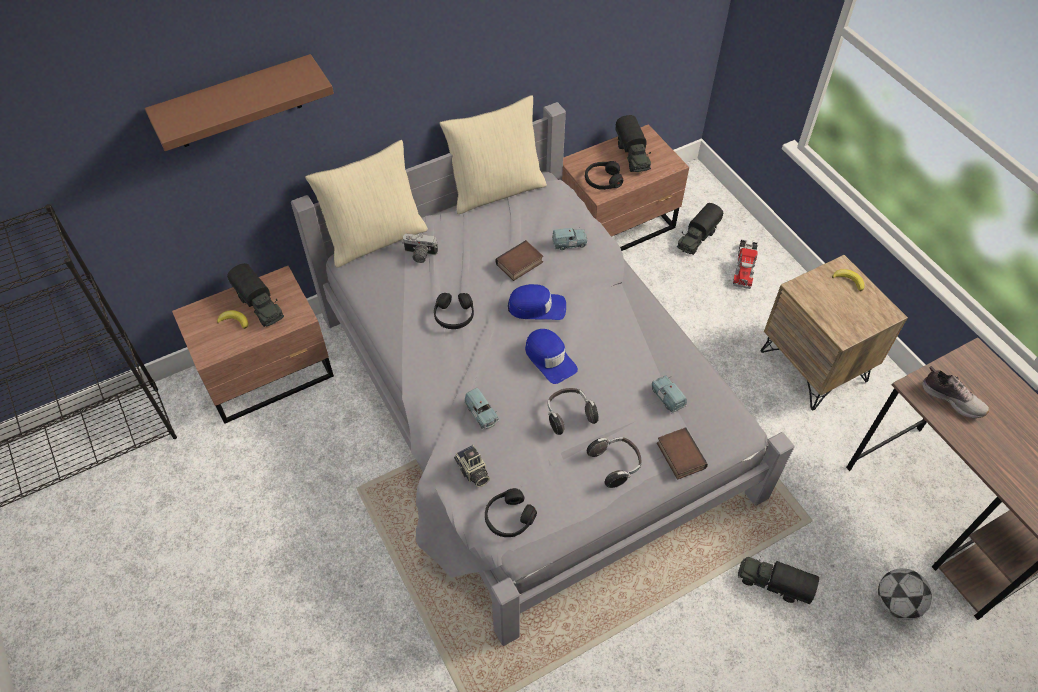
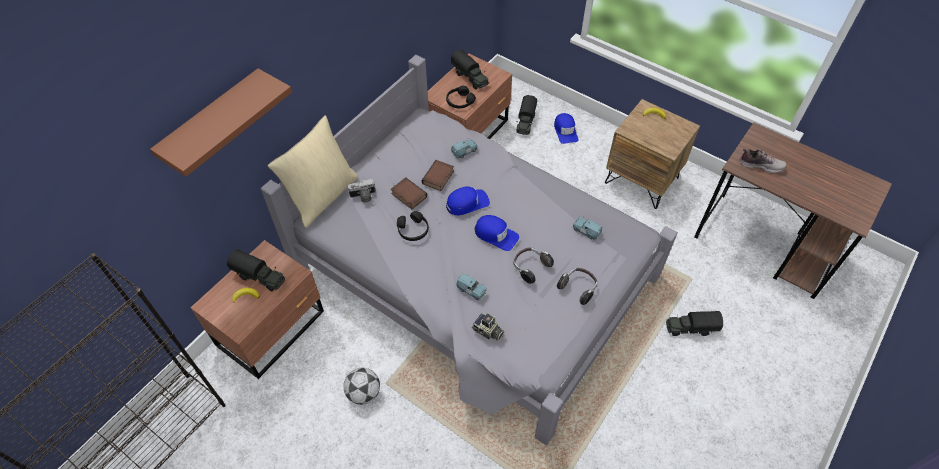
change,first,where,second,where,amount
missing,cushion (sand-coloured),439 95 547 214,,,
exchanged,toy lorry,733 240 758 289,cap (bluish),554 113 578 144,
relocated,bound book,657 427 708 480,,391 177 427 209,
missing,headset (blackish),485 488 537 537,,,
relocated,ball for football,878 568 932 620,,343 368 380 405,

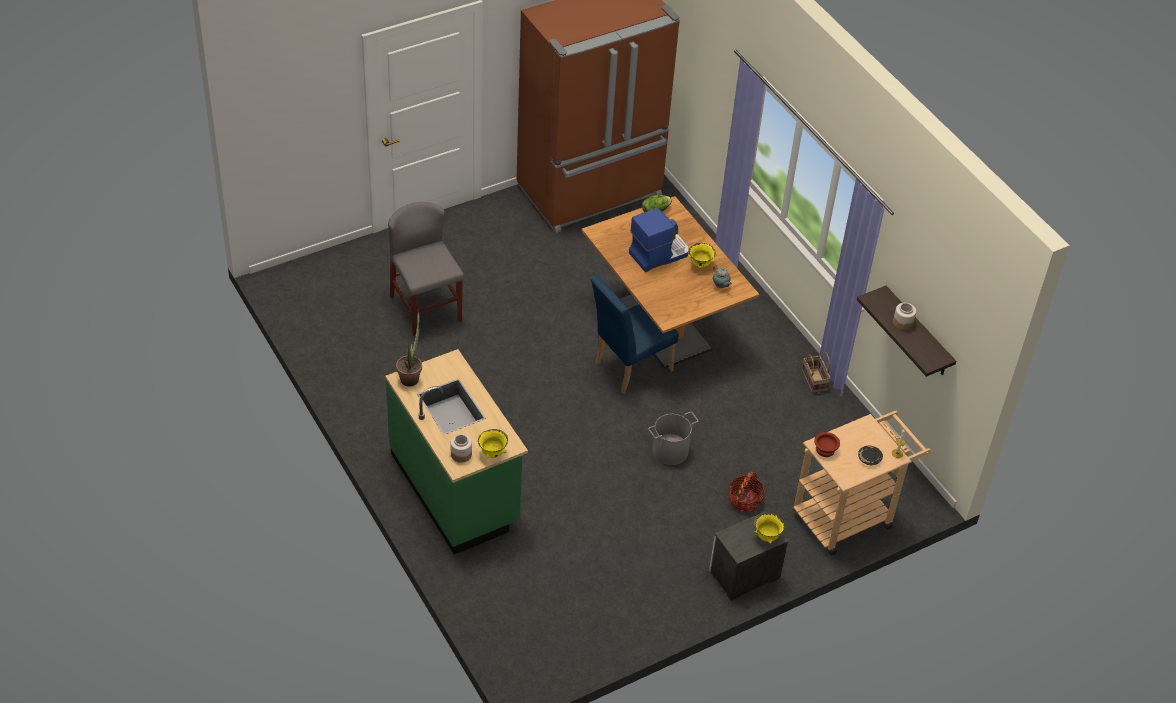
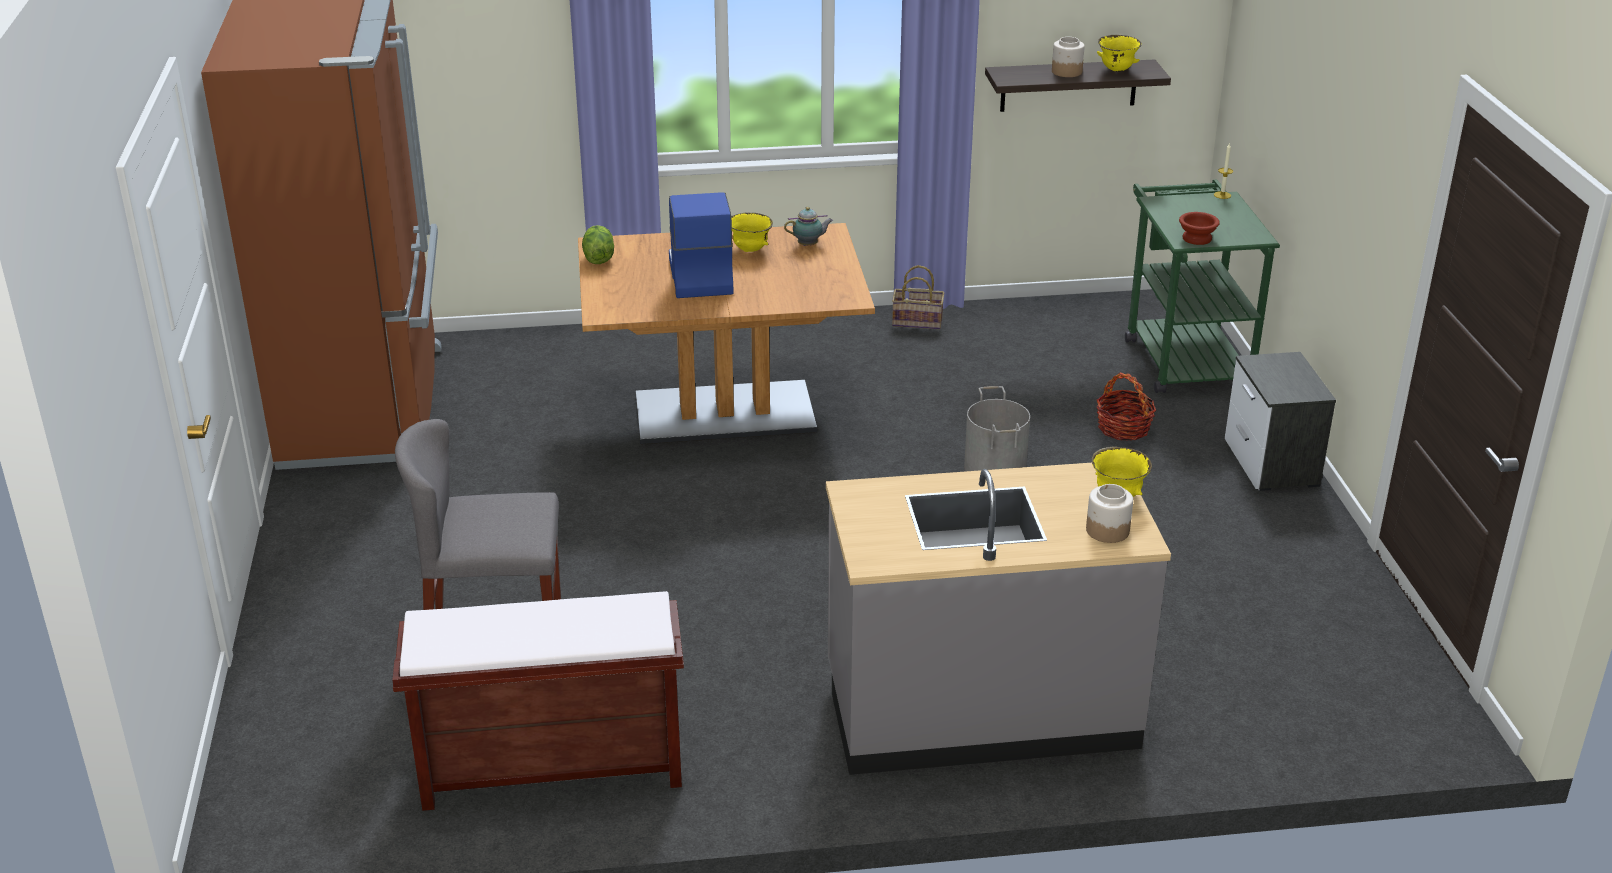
change,first,where,second,where,amount
missing,upright chair (bluish),591 275 679 394,,,
missing,plant in a pot,396 312 422 387,,,
colour,counter (green-coloured),385 349 528 555,counter (grey),826 463 1171 775,
colour,cart (sand-coloured),793 411 931 555,cart (green-coloured),1125 180 1280 393,
missing,plate (blackish),858 446 883 465,,,
relocated,bowl (yellow-coloured),754 513 785 544,,1097 35 1142 72,
appeared,,,long seat (brown-coloured),392 591 684 811,

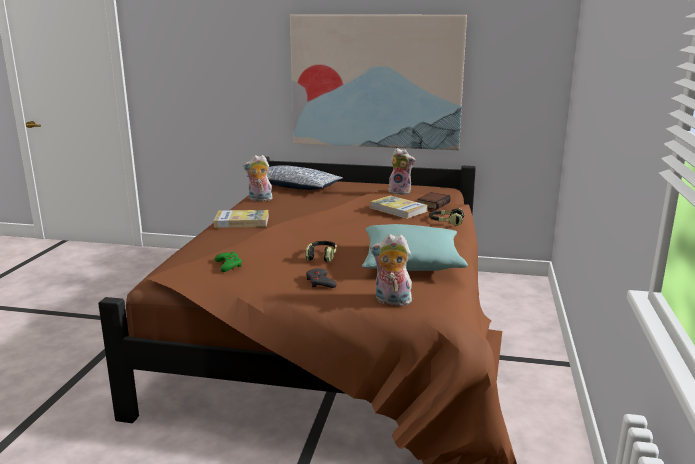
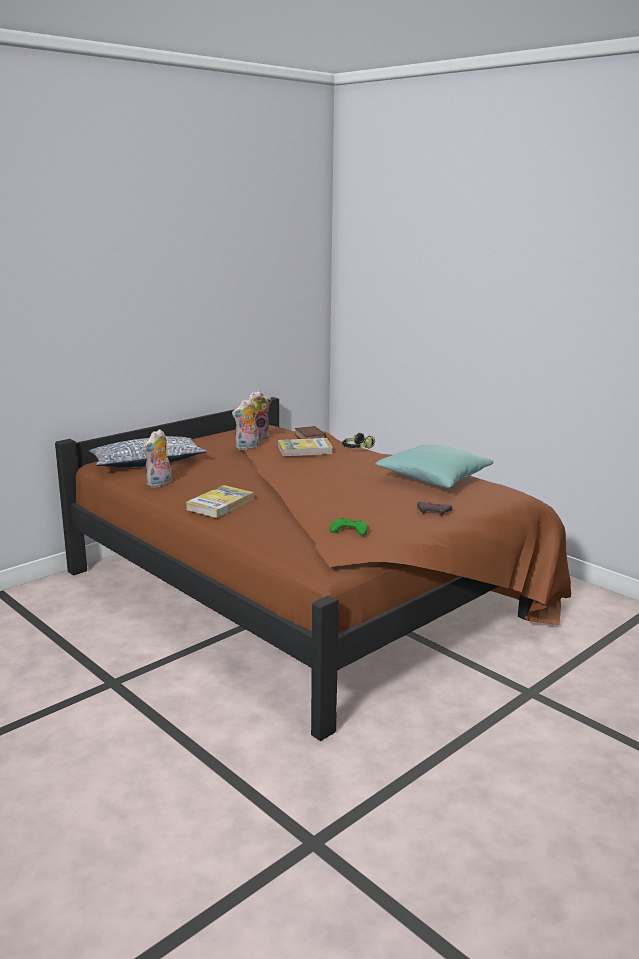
change,first,where,second,where,amount
missing,wall picture,290 14 467 150,,,
relocated,cuddly toy,370 234 412 306,,232 398 259 450,
missing,headset,305 241 337 262,,,

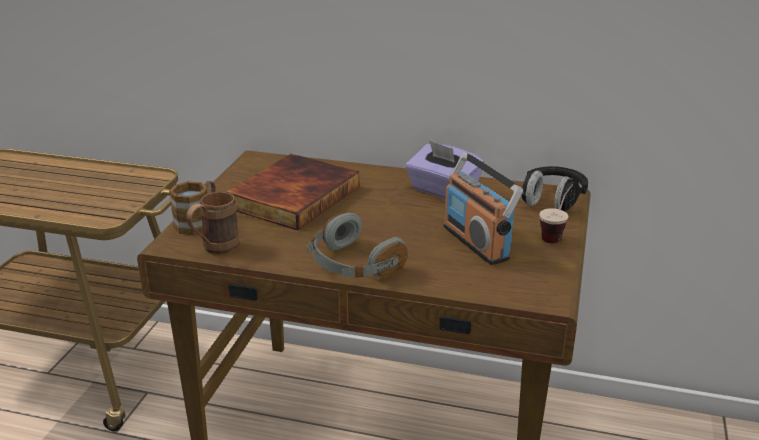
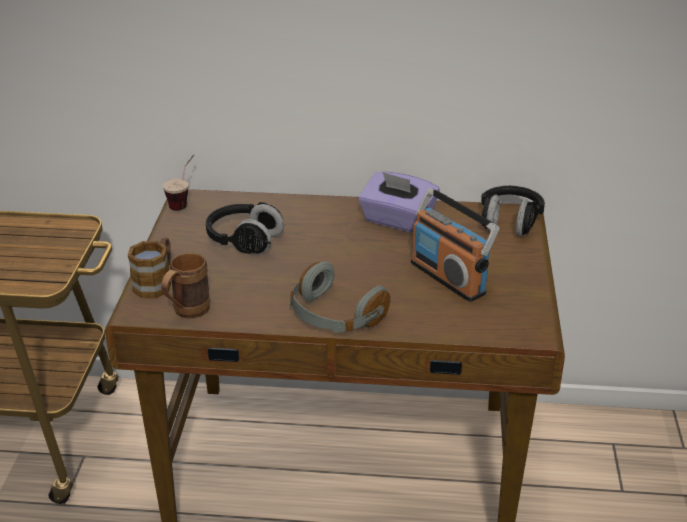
change,first,where,second,where,amount
exchanged,bound book,226 154 359 231,headset (blackish),206 202 284 254,
relocated,cup,539 184 573 243,,163 155 194 211,

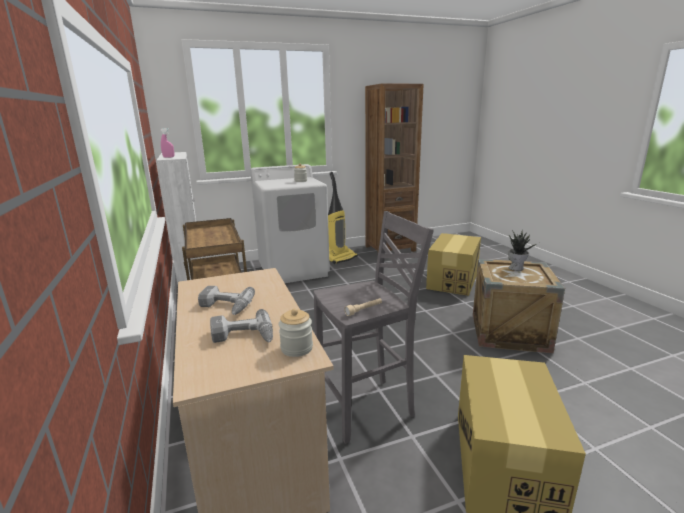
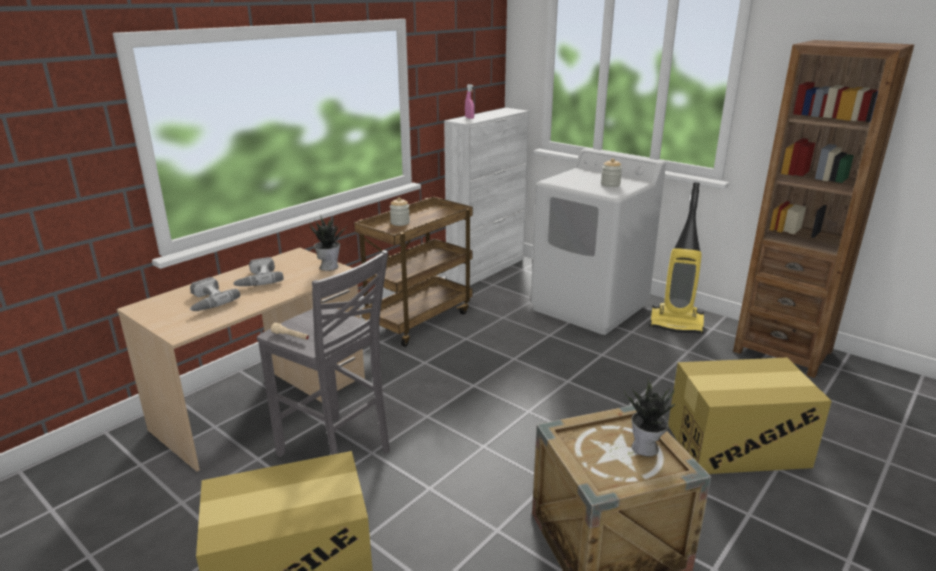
change,first,where,second,where,amount
relocated,preserve jar,278 309 313 357,,390 198 410 226,
appeared,,,plant in a pot,309 217 347 271,

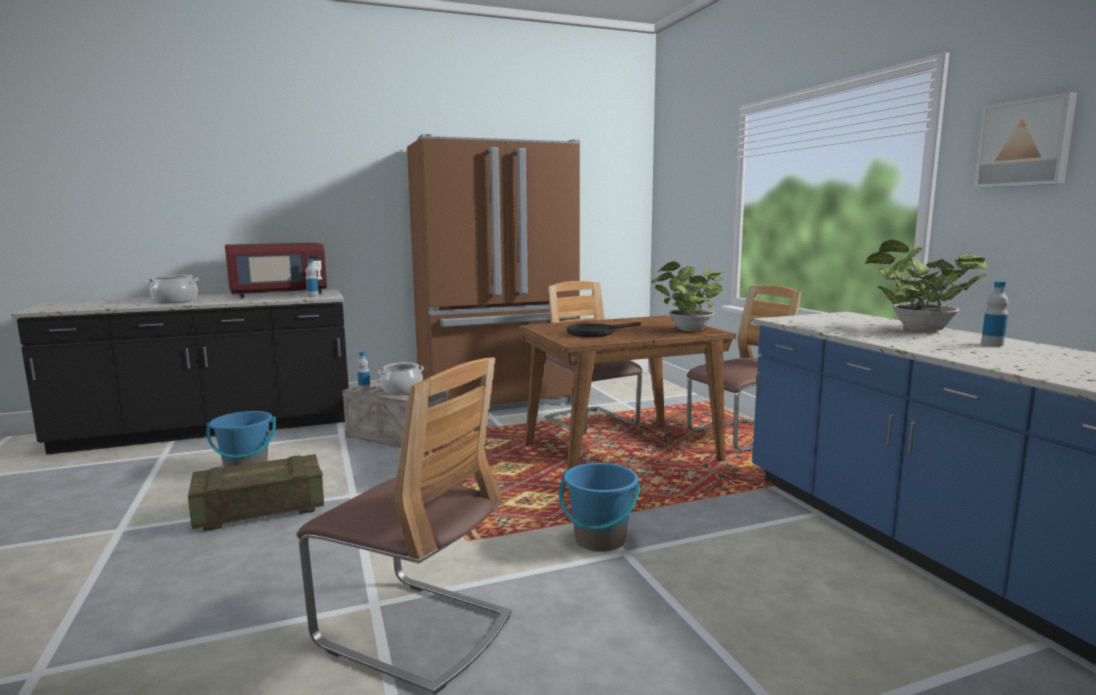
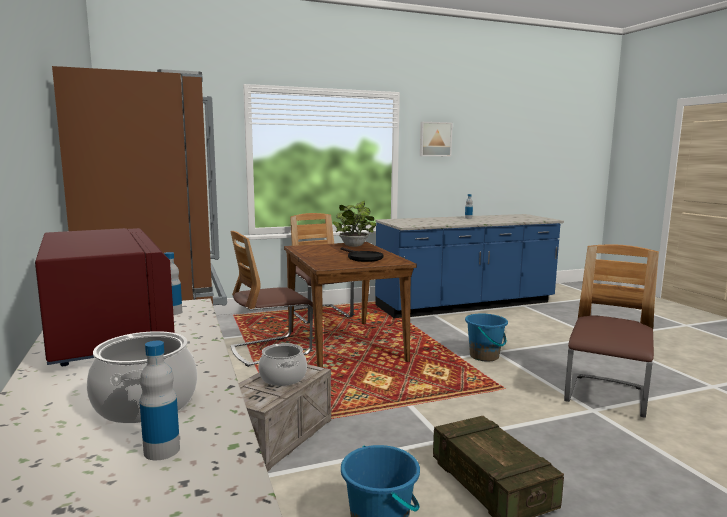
change,first,where,second,where,amount
missing,plant in a pot,865 239 989 332,,,
relocated,drink bottle,357 351 371 391,,140 341 180 460,

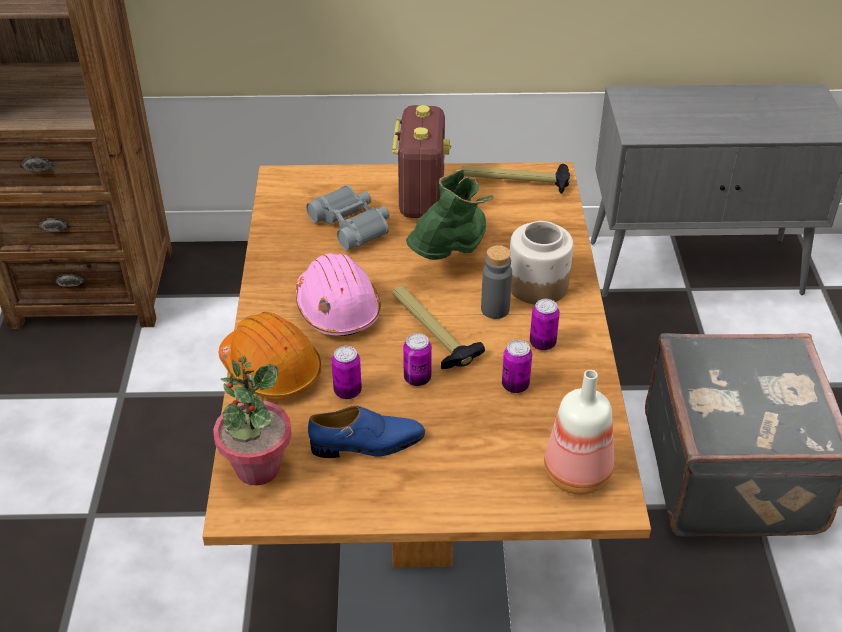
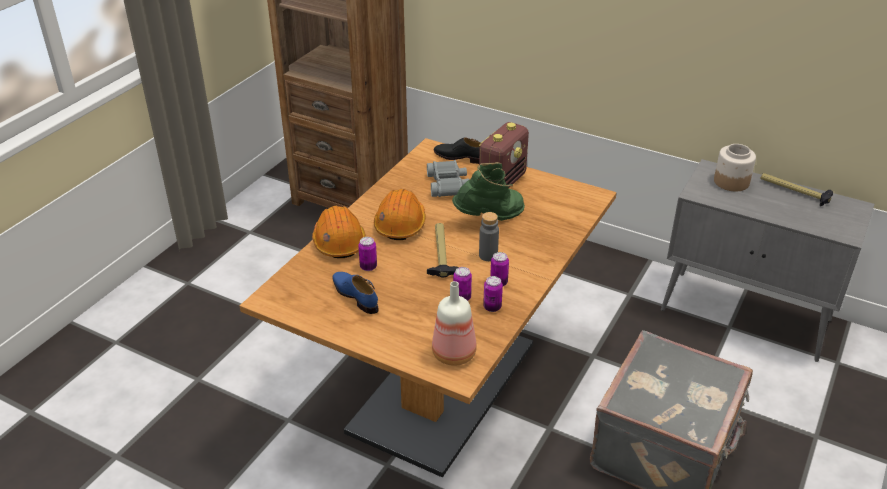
change,first,where,second,where,amount
relocated,tool hammer,462 164 570 194,,760 173 833 206,
relocated,preserve jar,510 221 573 305,,714 144 756 192,
colour,work helmet (pinkish),296 253 381 336,work helmet (orangey),374 189 426 240,
relocated,can,403 333 432 386,,483 276 503 312,
missing,plant in a pot,213 356 292 485,,,
spun,low shoe (bluish),308 406 425 458,,332 272 379 314,150 degrees counterclockwise
appeared,,,low shoe (blackish),434 137 481 164,

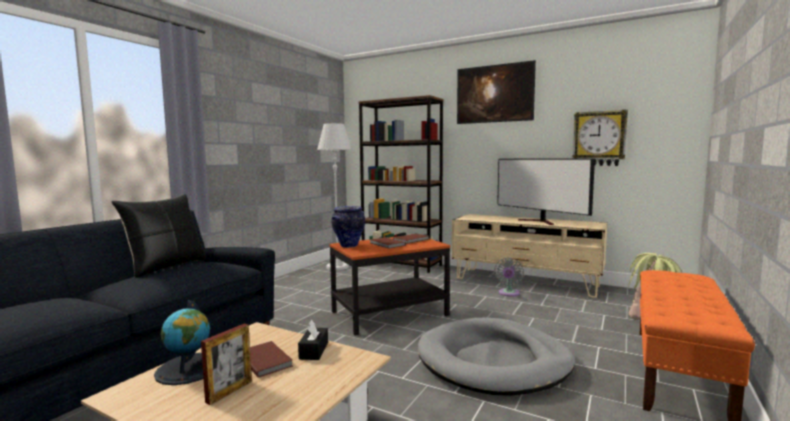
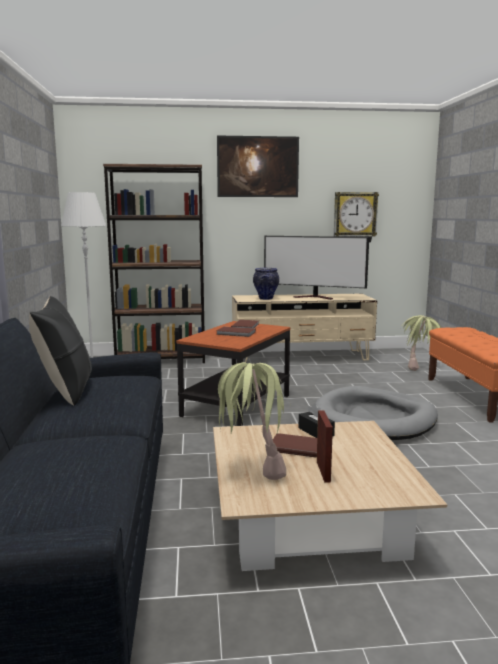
change,first,where,second,where,amount
relocated,vase,331 206 365 248,,253 268 279 300,
missing,fan (grey),494 258 524 297,,,
exchanged,desk globe,154 300 210 385,plant in a pot,218 362 286 480,

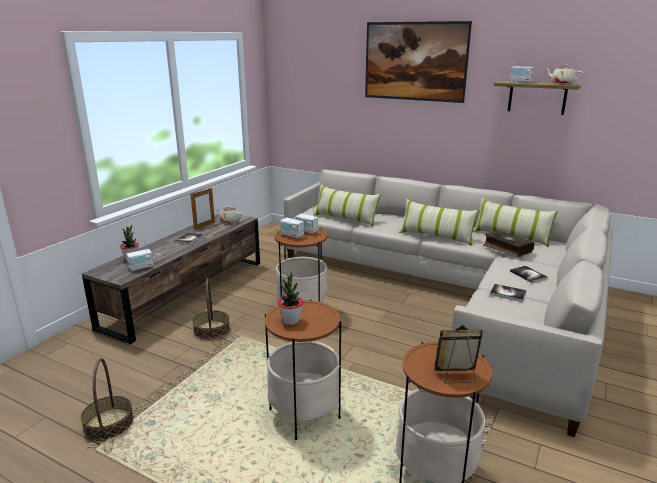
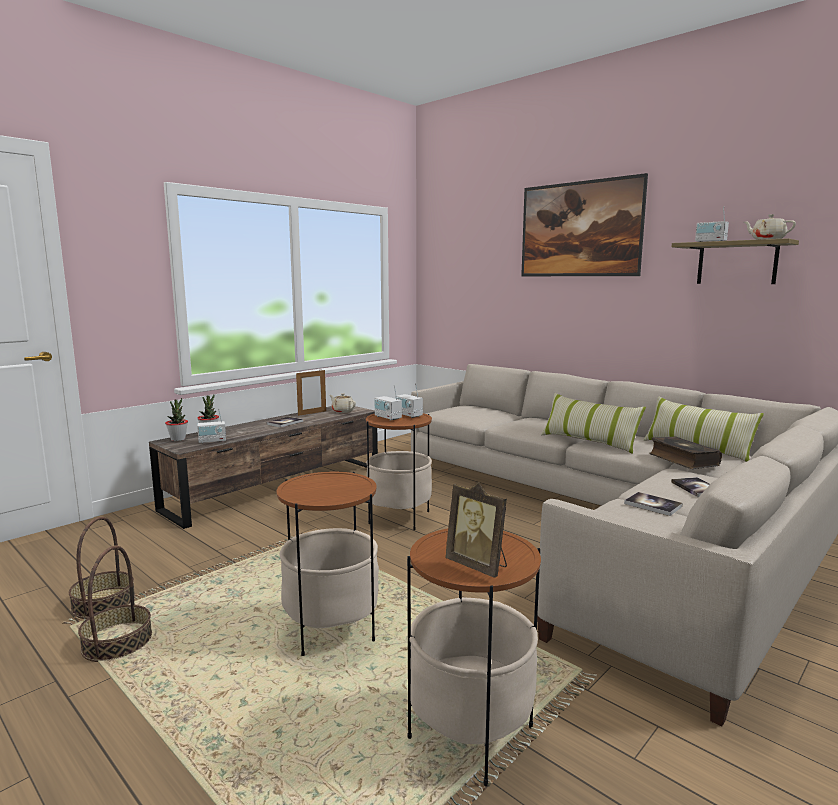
change,first,where,second,where,amount
missing,cushion,313 185 381 227,,,
relocated,plant in a pot,278 272 303 325,,165 398 188 441,
relocated,household basket,193 278 230 340,,78 546 152 662,
spun,standing frame,435 325 483 384,,445 482 507 578,150 degrees counterclockwise

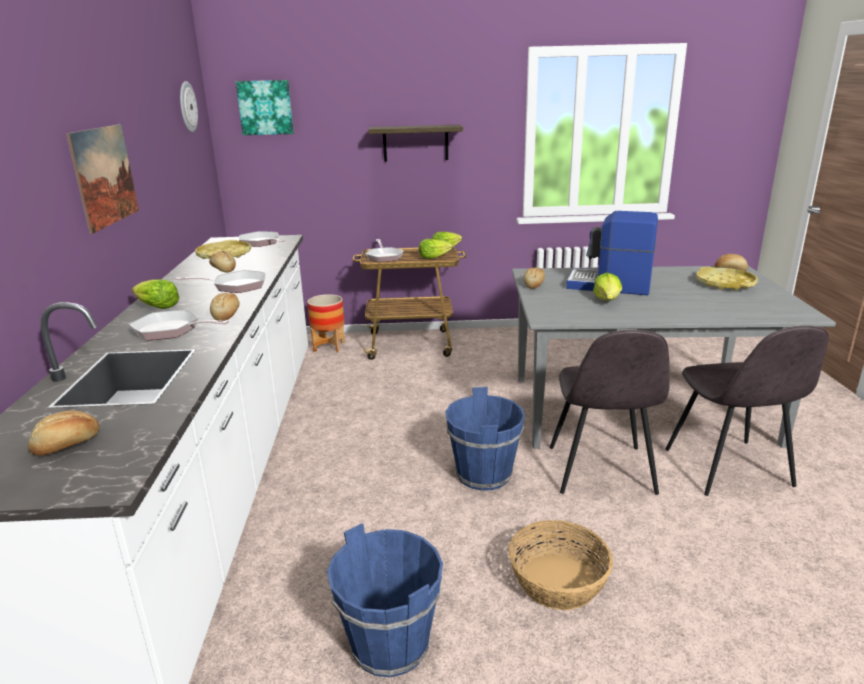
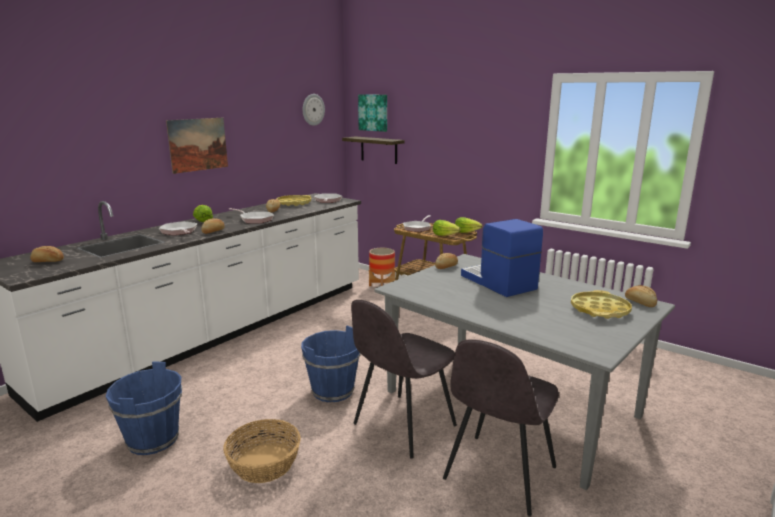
change,first,where,second,where,amount
relocated,shelf,368 125 463 162,,342 136 404 164,
missing,lettuce,593 273 622 300,,,

